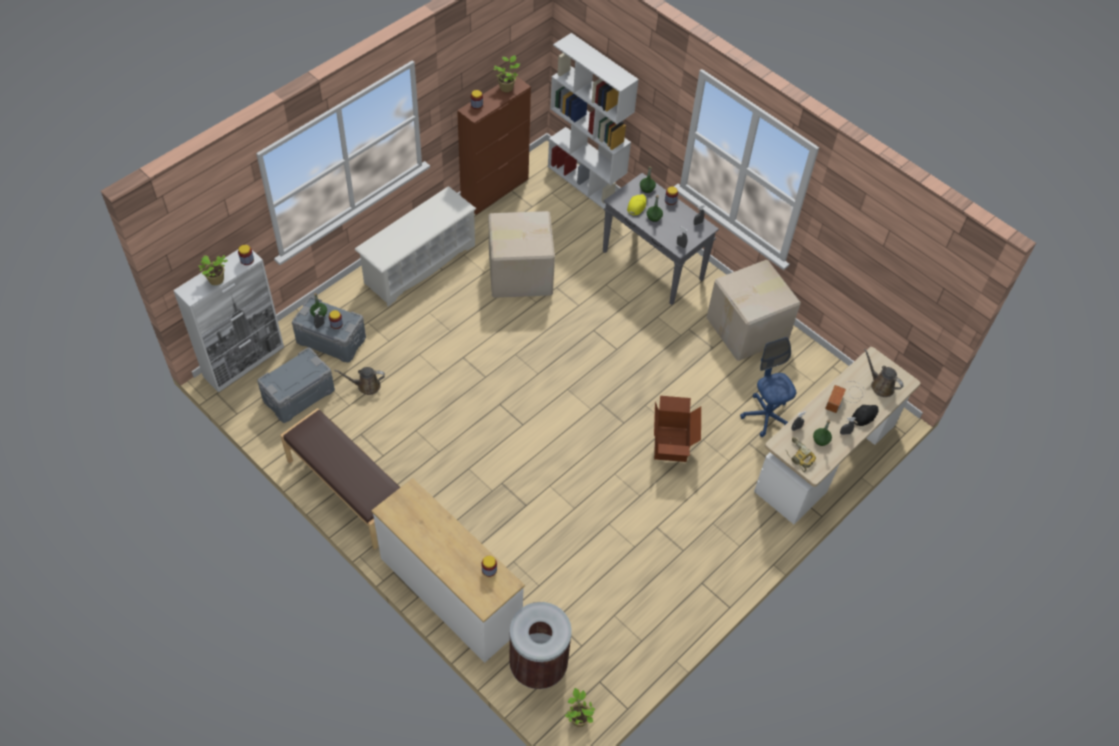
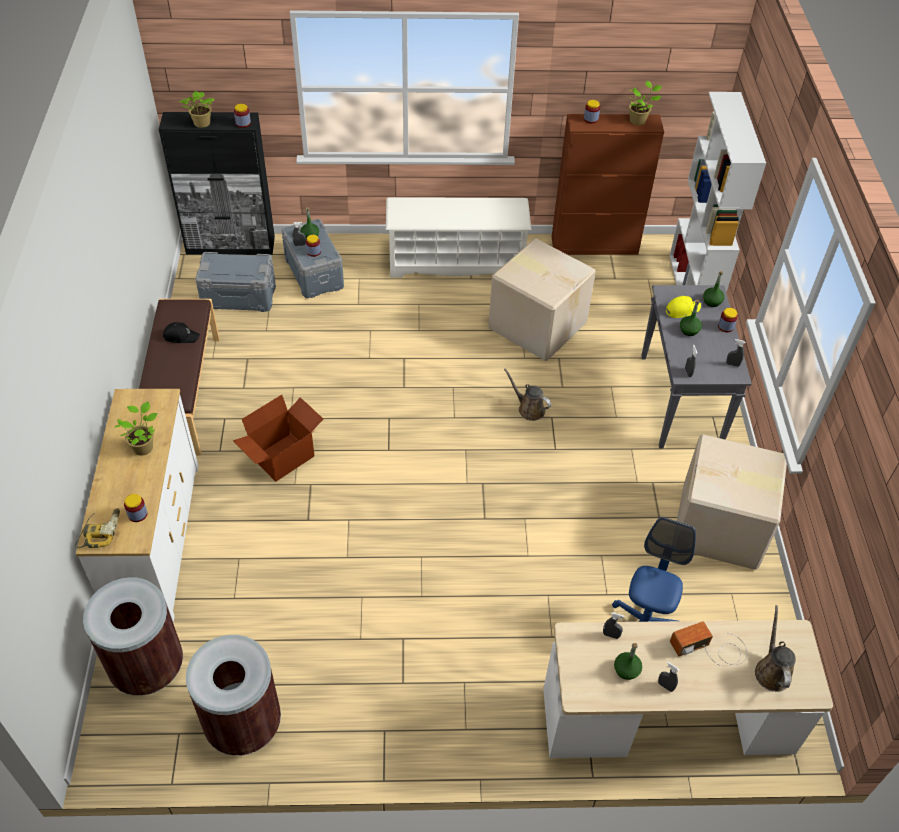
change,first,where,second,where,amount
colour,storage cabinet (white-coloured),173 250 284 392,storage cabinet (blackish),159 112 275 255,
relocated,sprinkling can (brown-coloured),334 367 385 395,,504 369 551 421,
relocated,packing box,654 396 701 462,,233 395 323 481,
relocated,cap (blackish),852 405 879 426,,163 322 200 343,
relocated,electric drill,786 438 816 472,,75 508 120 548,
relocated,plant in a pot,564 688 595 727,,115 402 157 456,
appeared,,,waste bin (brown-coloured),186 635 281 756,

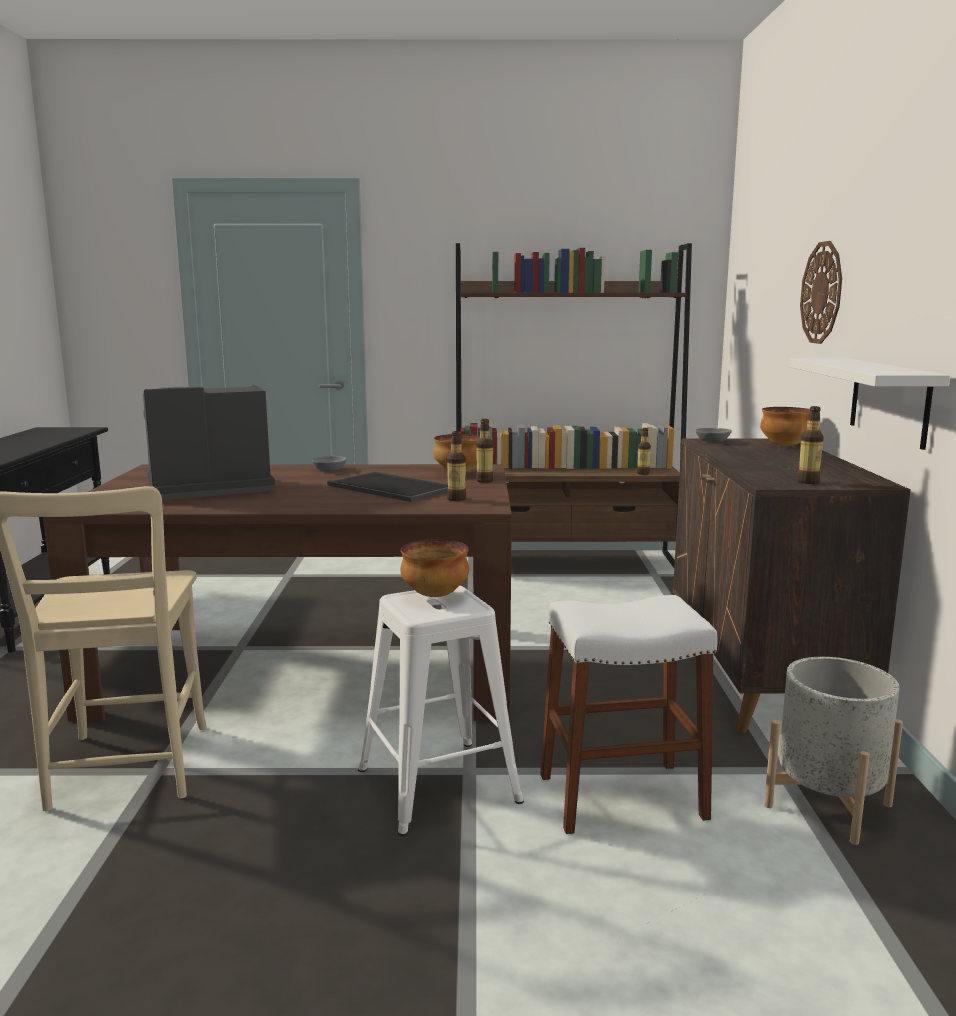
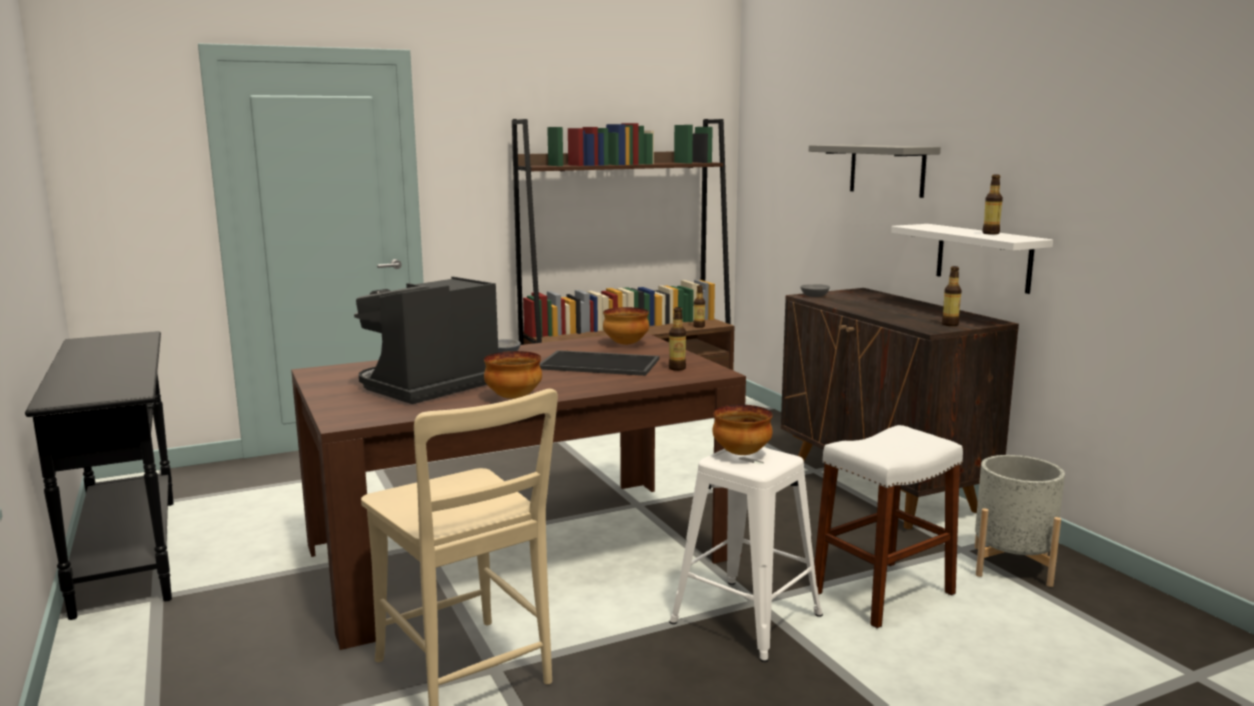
change,first,where,second,where,amount
exchanged,clock on the wall,800 241 842 344,shelf (grey),809 145 941 198,
relocated,bowl,760 407 810 447,,484 351 542 399,
relocated,drink bottle,476 419 494 483,,982 175 1003 235,

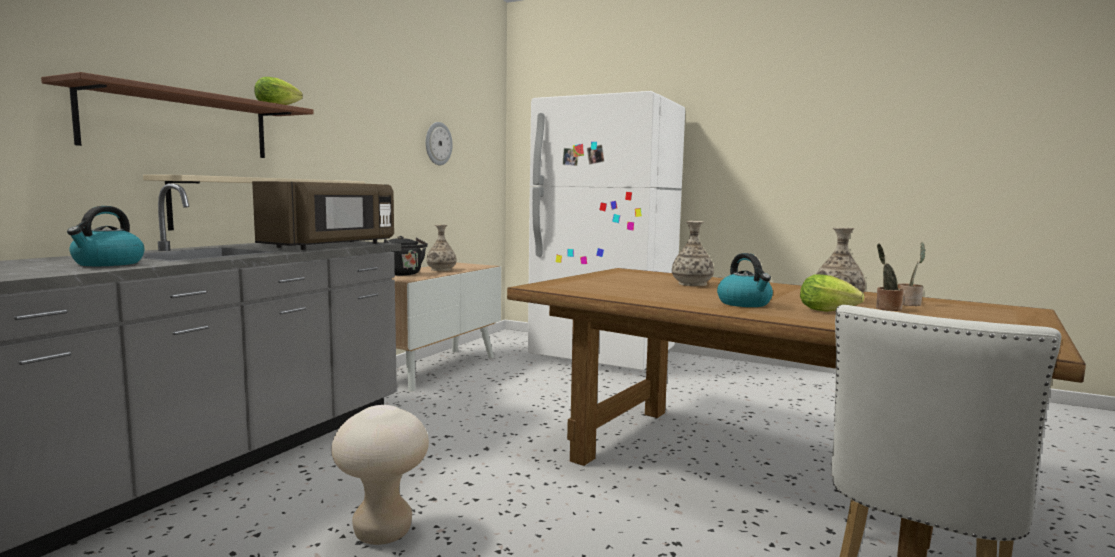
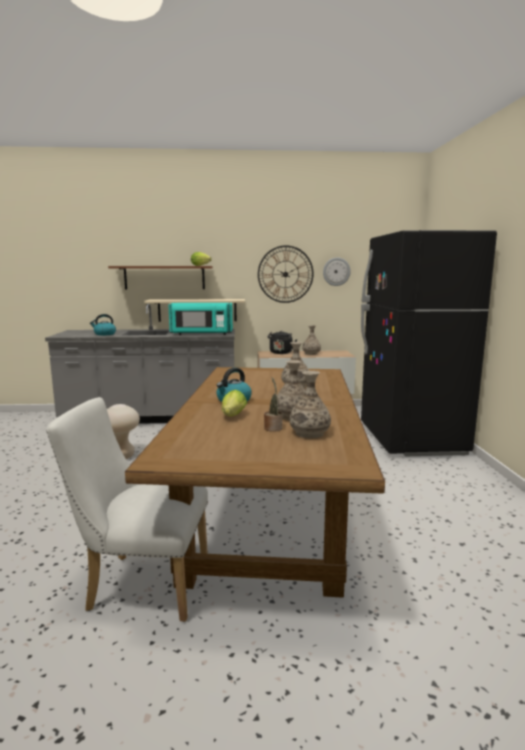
change,first,where,second,where,amount
colour,kitchen fridge (white-coloured),528 91 685 370,kitchen fridge (blackish),361 230 497 456,
colour,kitchen microwave (brown-coloured),252 181 394 250,kitchen microwave (turquoise),169 303 233 335,
exchanged,plant in a pot,898 242 925 306,vase,290 371 331 438,
appeared,,,clock on the wall,258 245 314 303,

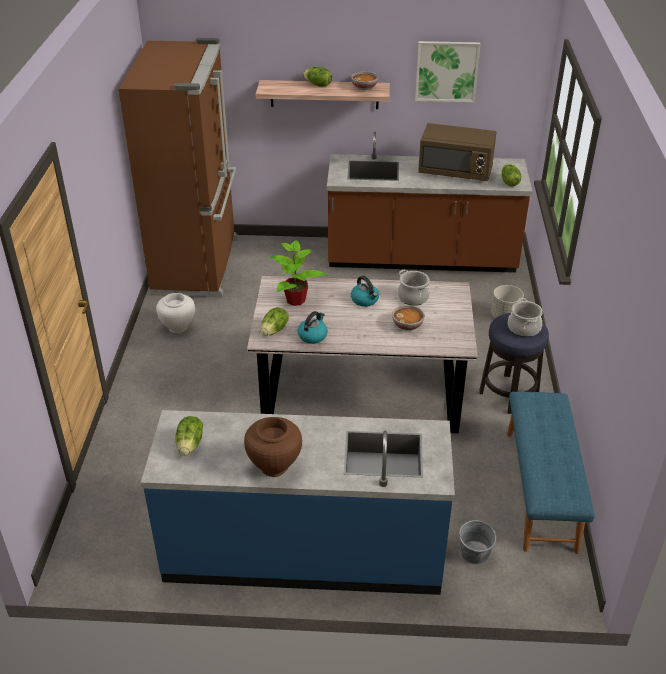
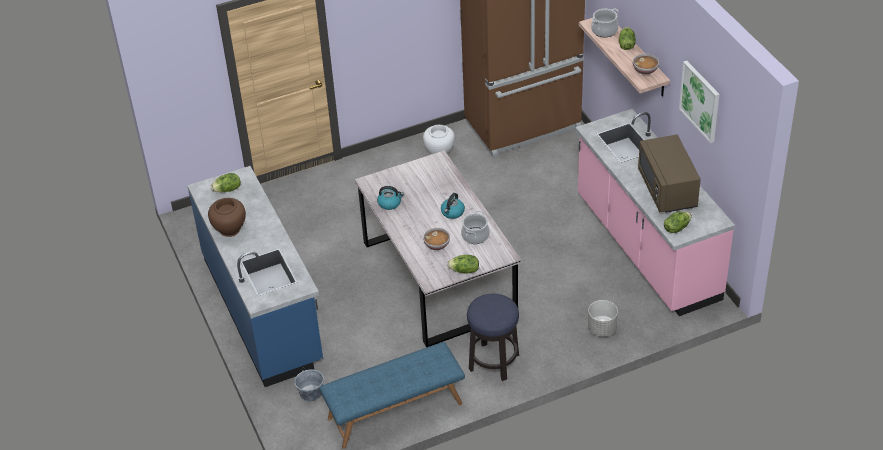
change,first,where,second,where,amount
colour,counter (brown-coloured),327 132 532 273,counter (pinkish),575 109 735 316,
missing,plant in a pot,270 240 327 306,,,
relocated,saucepot,508 298 543 337,,591 8 619 37,
relocated,lettuce,261 307 289 336,,447 255 479 274,

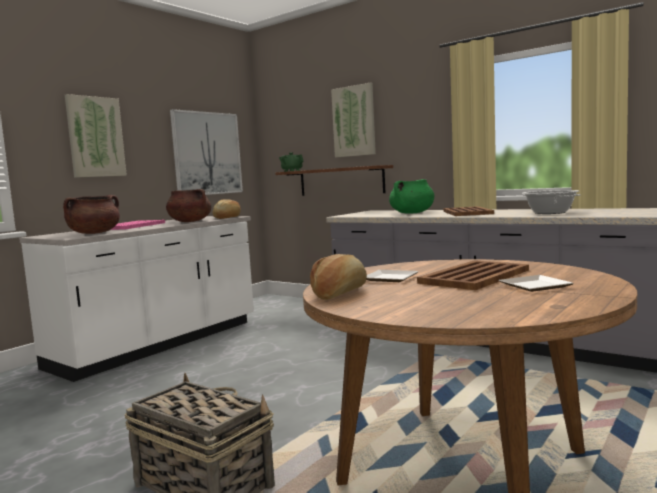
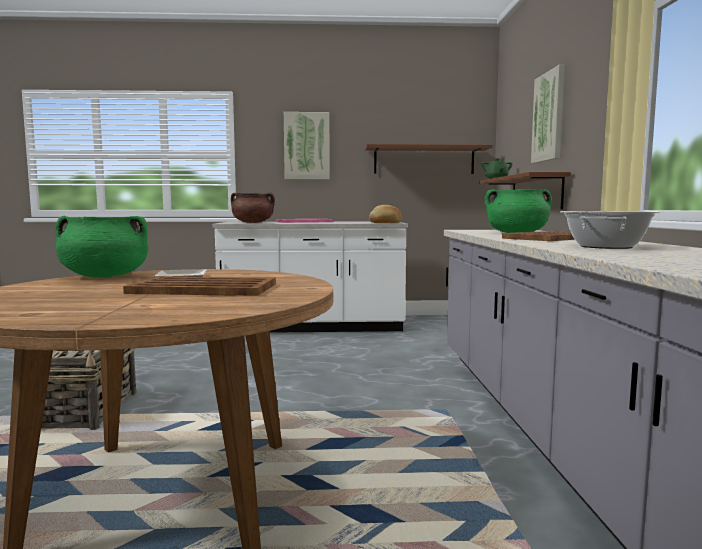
change,first,where,second,where,amount
exchanged,wall picture,170 109 243 195,shelf (brown-coloured),365 144 493 174,
missing,saucepot (brown-coloured),166 189 211 222,,,
exchanged,bread,310 254 367 300,saucepot (green-coloured),55 216 148 278,
missing,plate,499 275 574 292,,,

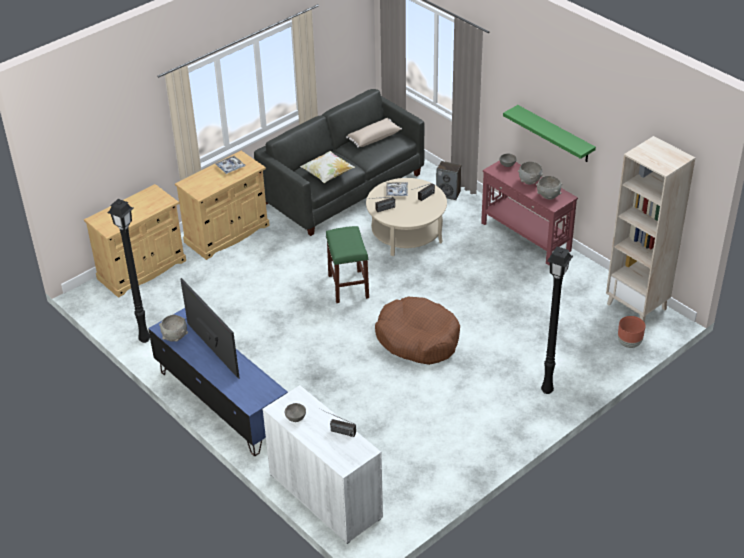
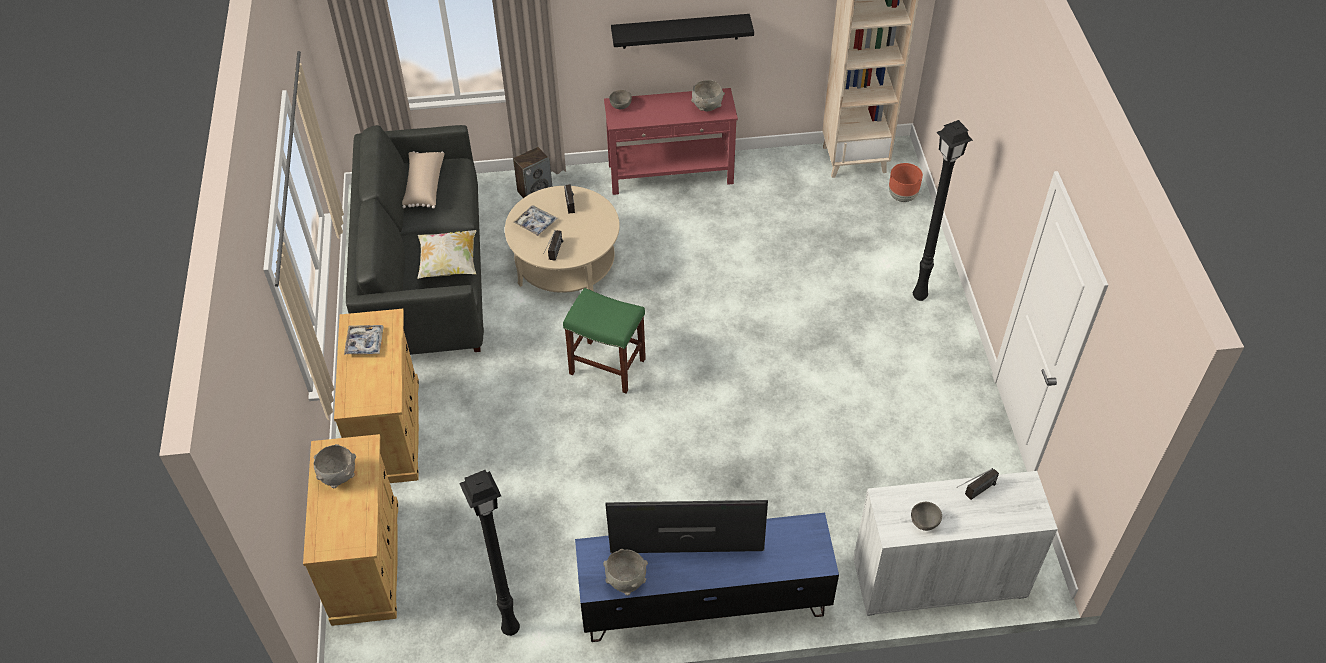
change,first,where,second,where,amount
colour,shelf (green-coloured),503 105 596 162,shelf (blackish),611 14 754 49,
relocated,bowl (grey),518 162 543 185,,314 444 356 488,
missing,dog bed (brown-coloured),375 297 460 365,,,

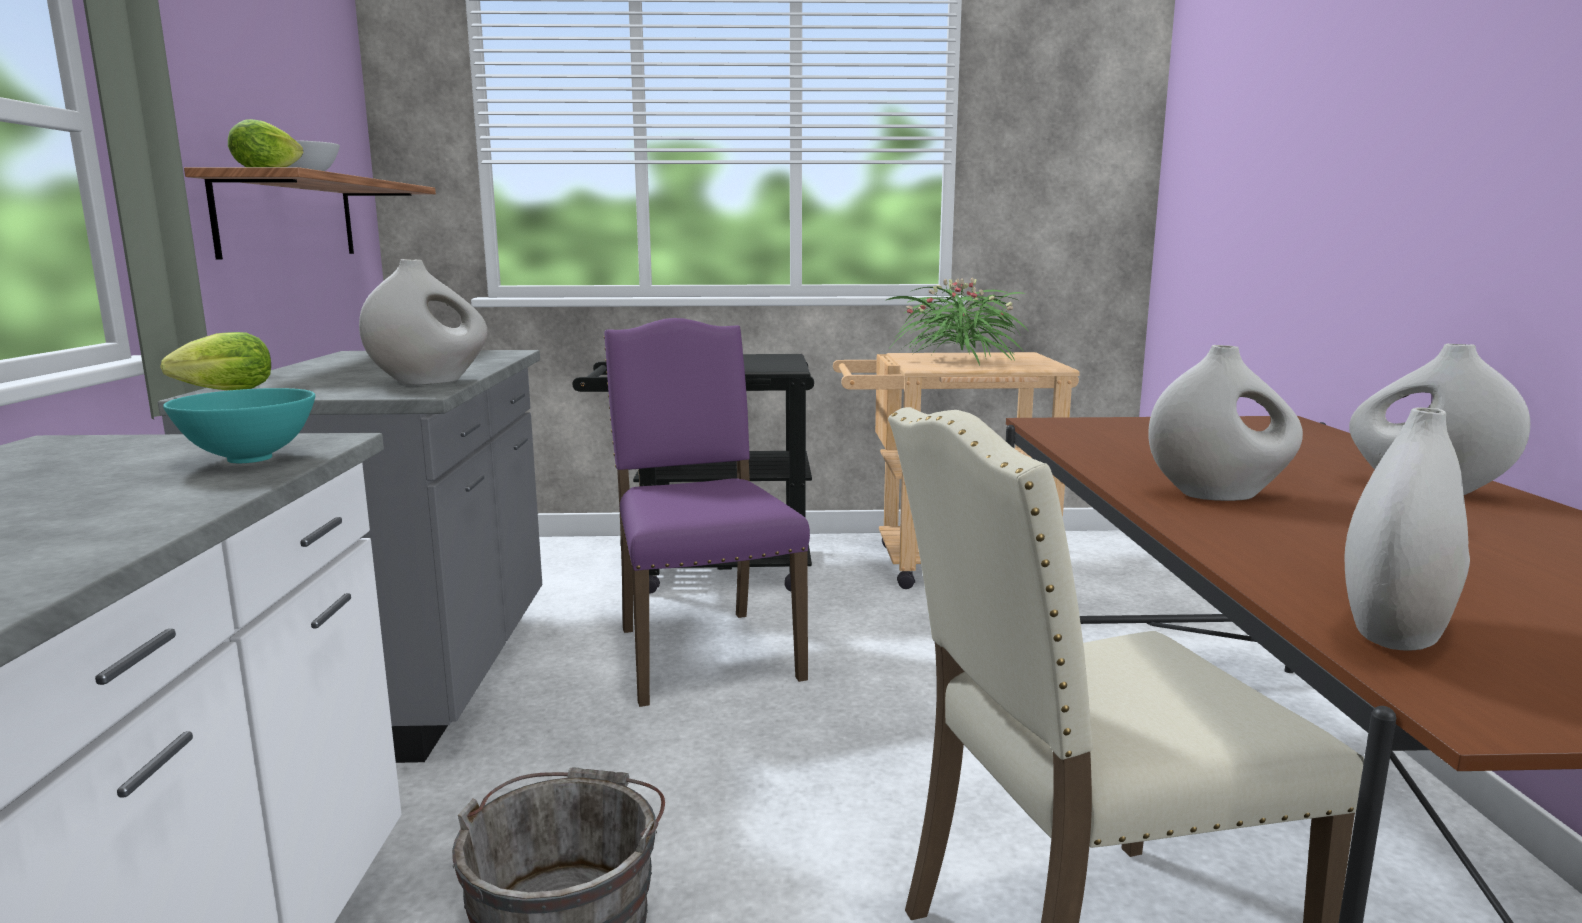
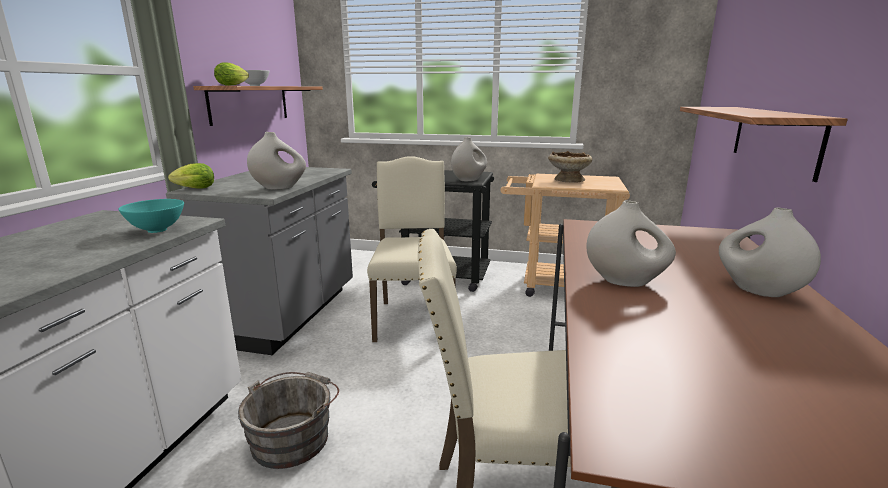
change,first,where,second,where,amount
exchanged,plant in a pot,887 278 1028 365,bowl (sand-coloured),548 151 592 183,
colour,upright chair (purple-coloured),604 318 810 707,upright chair (sand-coloured),367 156 457 342,
relocated,vase (white-coloured),1345 407 1470 651,,451 137 487 181,
appeared,,,shelf,680 107 848 182,

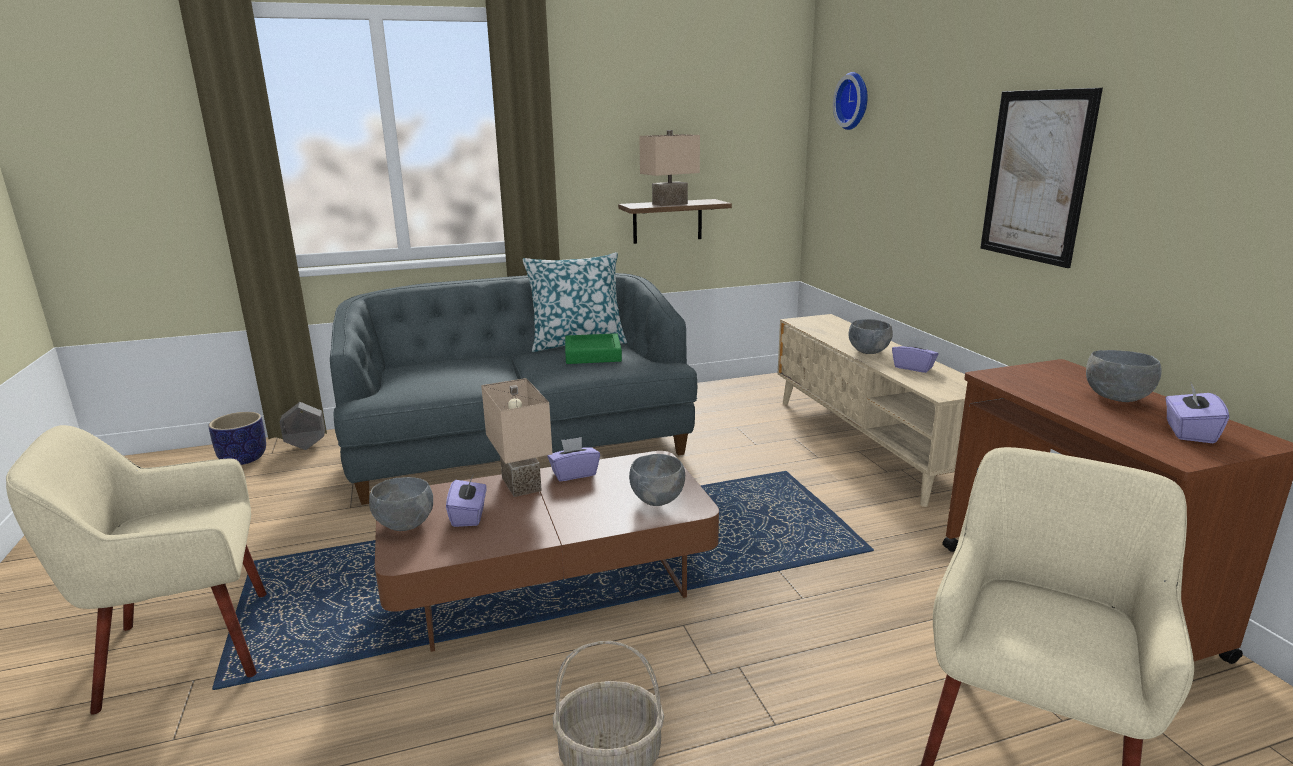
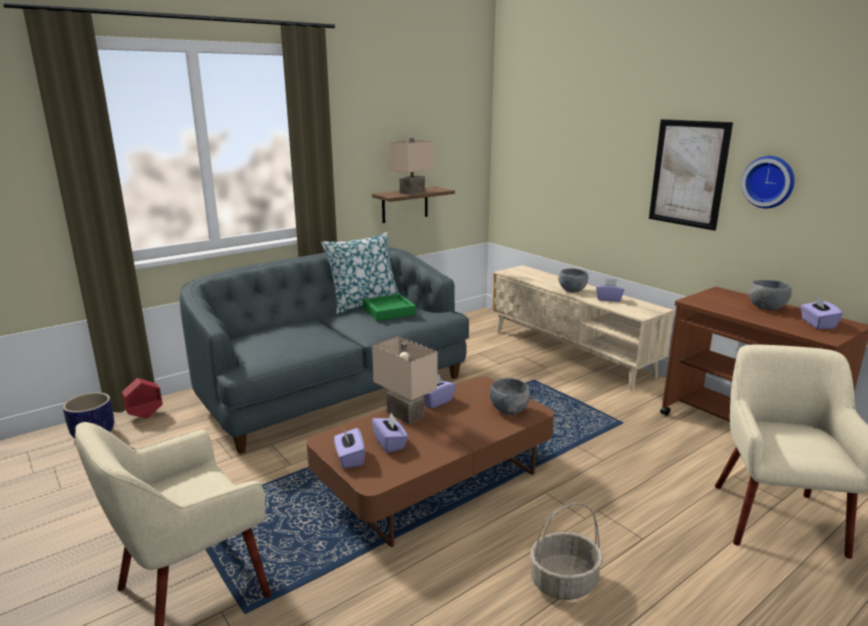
change,first,where,second,where,amount
relocated,clock on the wall,833 72 868 130,,741 156 795 208,
colour,plant pot (grey),280 402 325 450,plant pot (red),122 378 163 419,
exchanged,bowl (grey),369 477 433 531,tissue box (purple-coloured),334 428 365 468,

